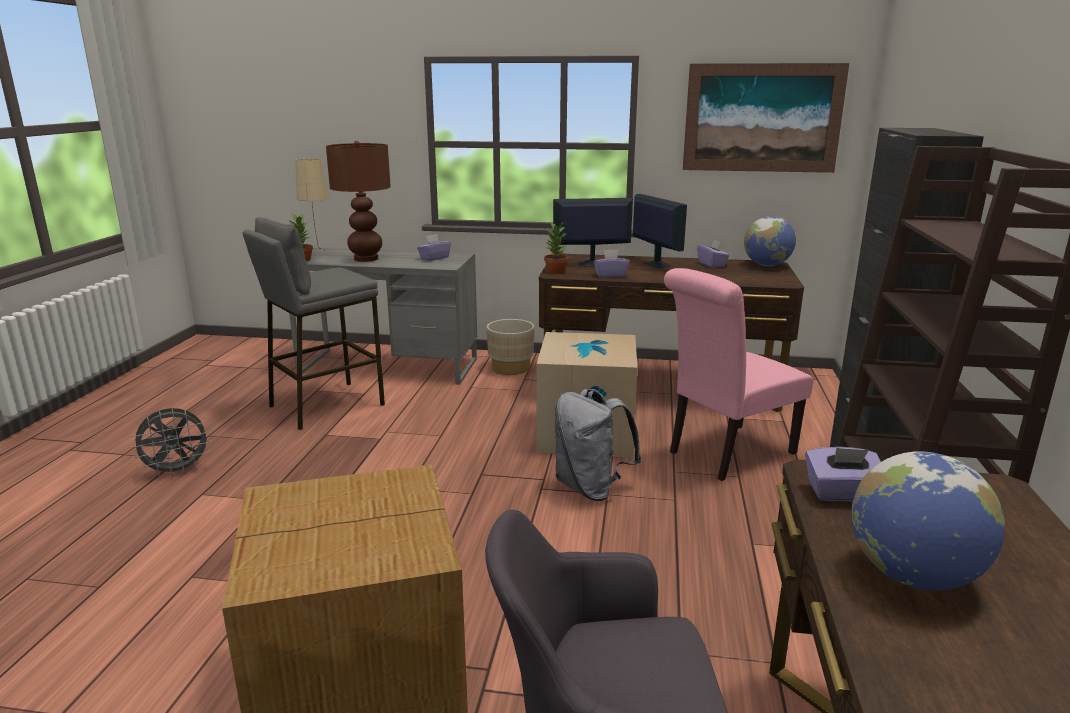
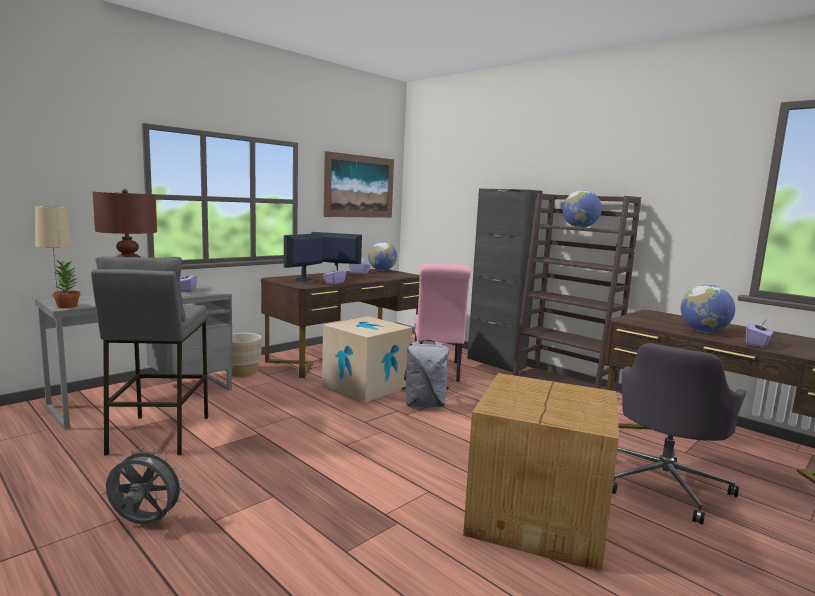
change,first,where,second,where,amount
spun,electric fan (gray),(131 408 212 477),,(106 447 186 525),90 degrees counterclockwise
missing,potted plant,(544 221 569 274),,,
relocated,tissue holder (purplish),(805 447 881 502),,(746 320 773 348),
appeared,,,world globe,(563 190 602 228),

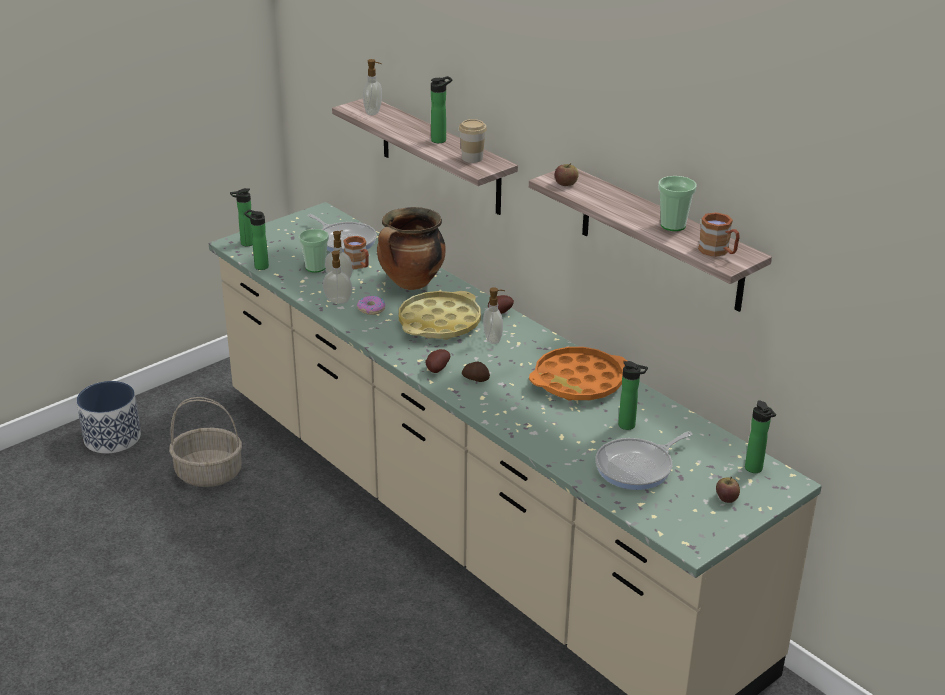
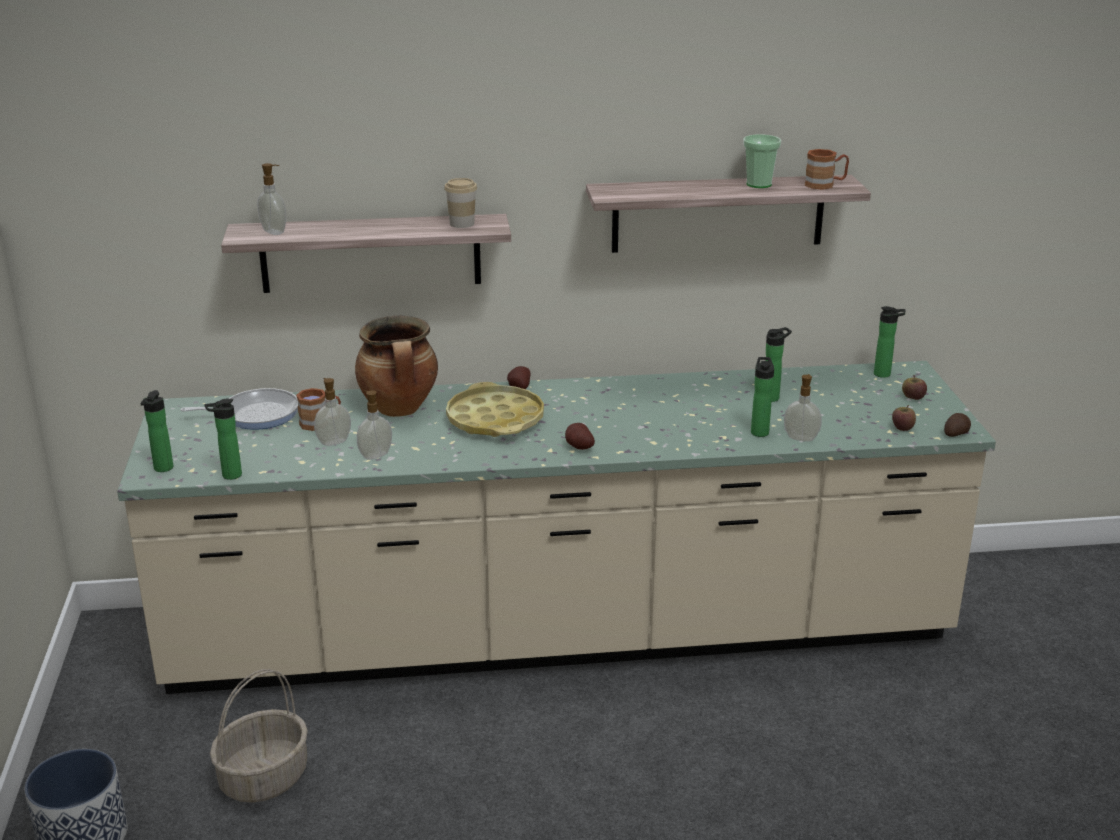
change,first,where,second,where,amount
missing,drinking cup,(299 229 329 273),,,
missing,doughnut,(357 296 385 315),,,
relocated,bottle,(431 76 452 143),,(751 357 774 437),
relocated,spud,(462 361 490 382),,(944 413 971 437),
relocated,liquid soap bottle,(483 287 505 344),,(784 374 822 442),
missing,serving tray (orange),(529 347 627 401),,,
relocated,apple,(555 163 579 186),,(892 405 916 431),
missing,pan,(596 431 692 490),,,

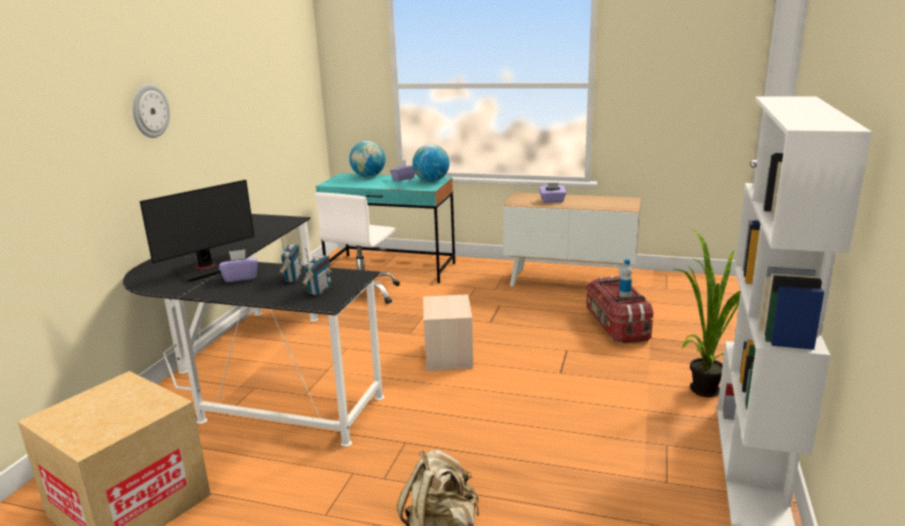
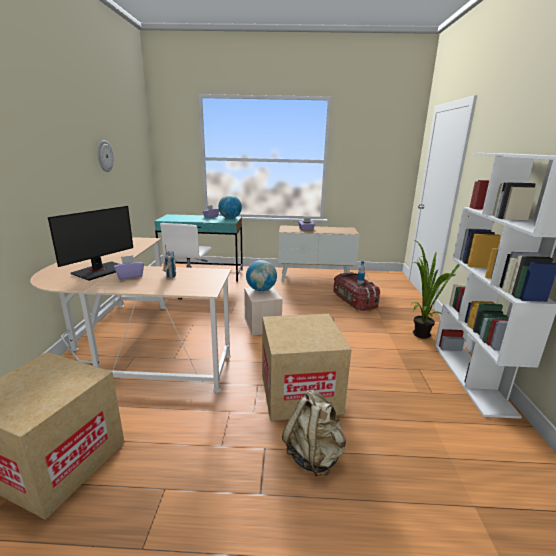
change,first,where,second,where,amount
colour,desk table (black-coloured),(123 214 384 447),desk table (sand-coloured),(30 237 231 393),
relocated,hanging clock,(133 84 170 138),,(98 140 114 172),
missing,radio set,(302 247 331 295),,,
relocated,world globe,(349 141 385 177),,(246 260 277 291),
appeared,,,carton,(262 314 352 421),

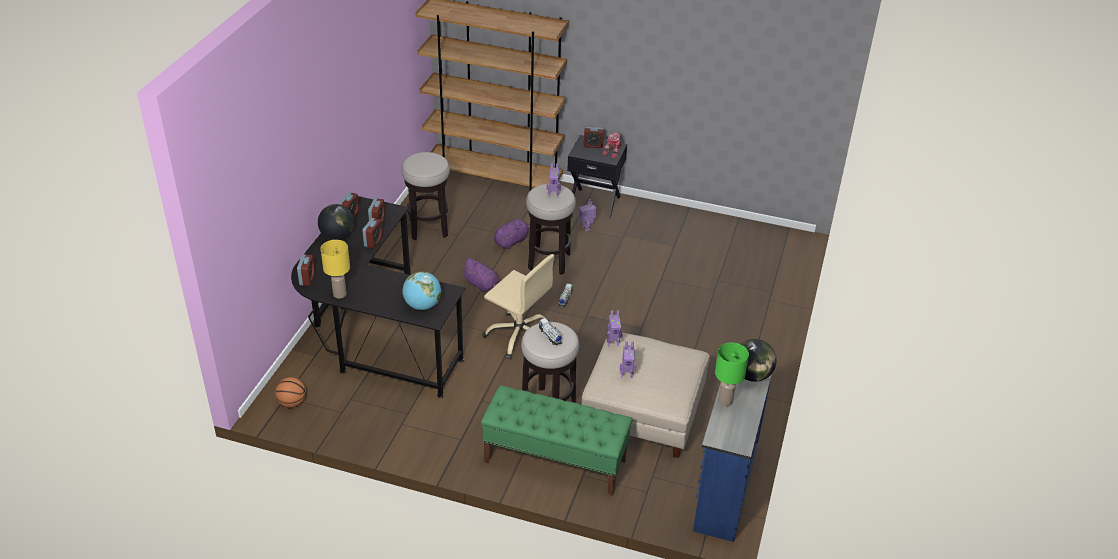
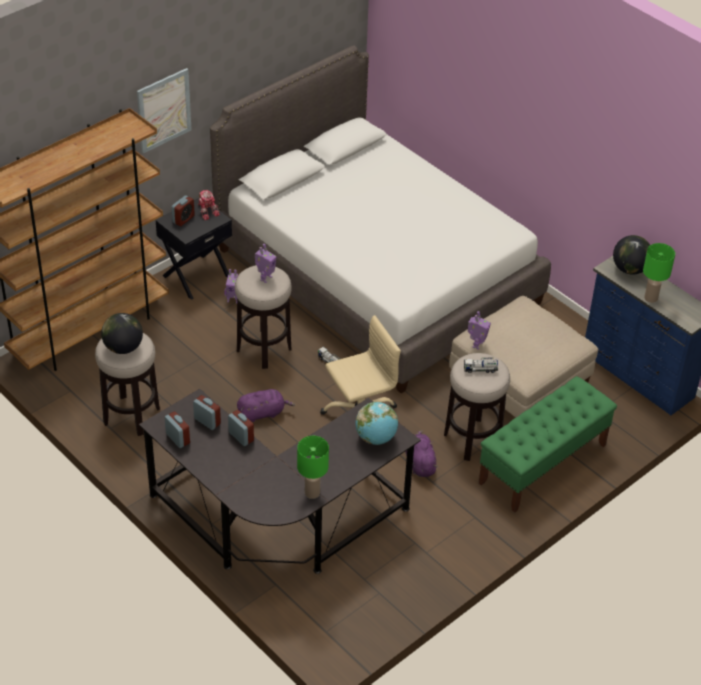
change,first,where,second,where,amount
missing,basketball,(275 377 306 408),,,
missing,bedside clock,(297 254 315 286),,,
relocated,world globe,(318 204 355 240),,(101 313 143 354),
colour,table lamp (yellowish),(321 240 350 298),table lamp (greenish),(297 436 329 499),
relocated,cuddly toy (purplish),(494 219 530 249),,(405 430 438 477),
missing,model robot,(620 341 636 378),,,
appeared,,,wall art,(137 68 192 153),
appeared,,,bed (white),(210 46 551 394),

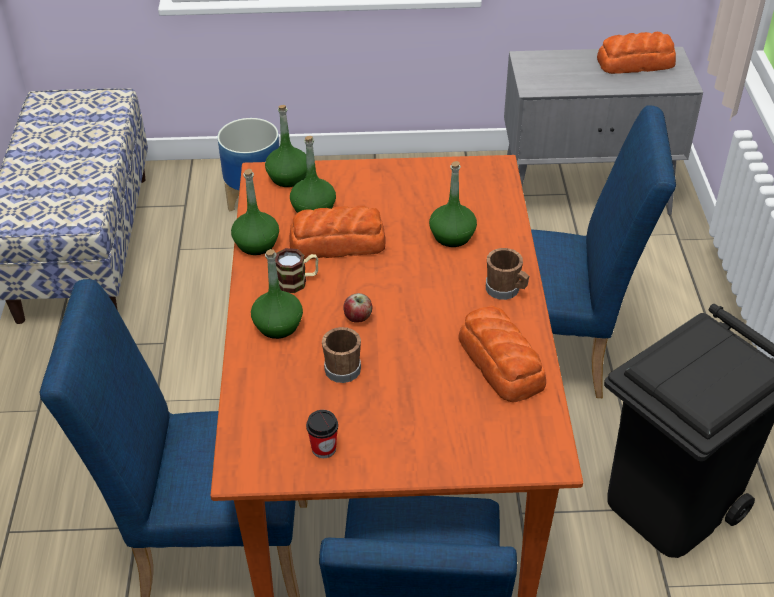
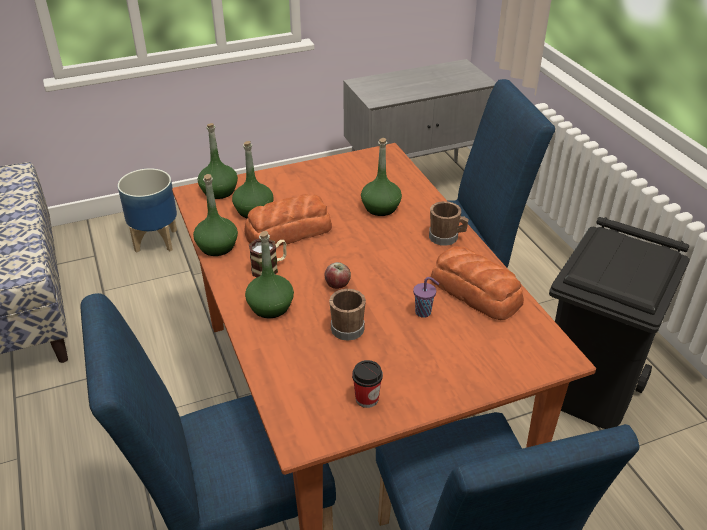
change,first,where,second,where,amount
missing,bread,(597 32 676 74),,,
appeared,,,drinking cup (purplish),(413 277 439 318),

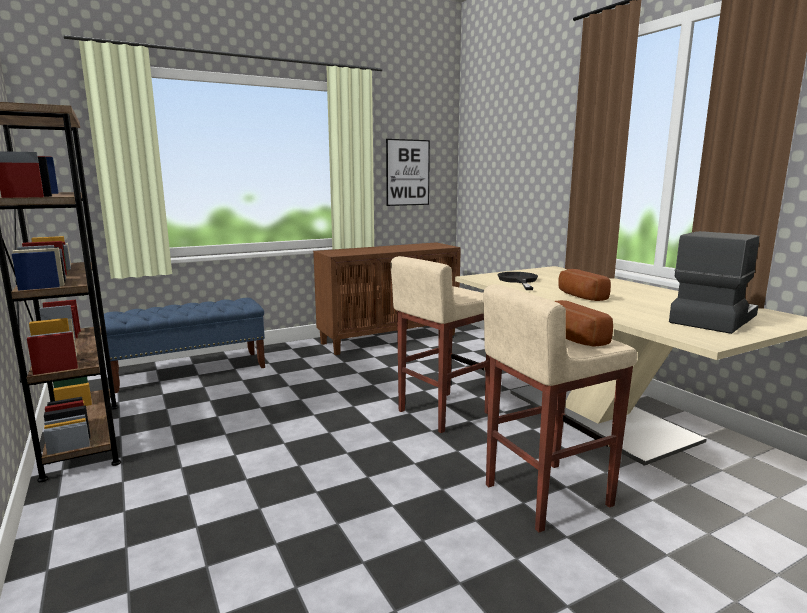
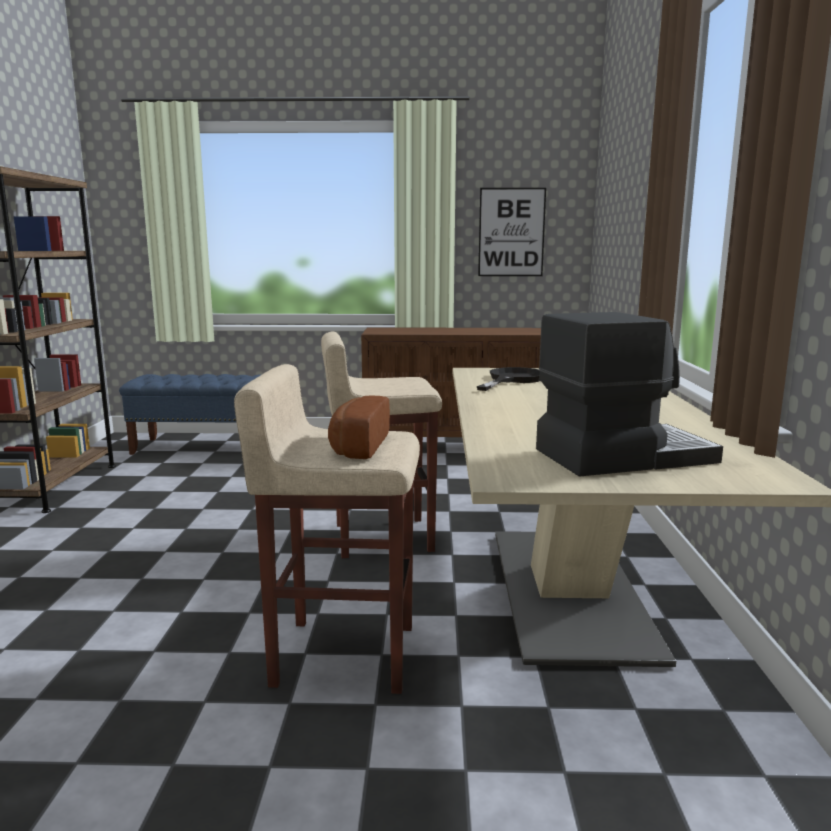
change,first,where,second,where,amount
missing,bread,(558 269 611 301),,,

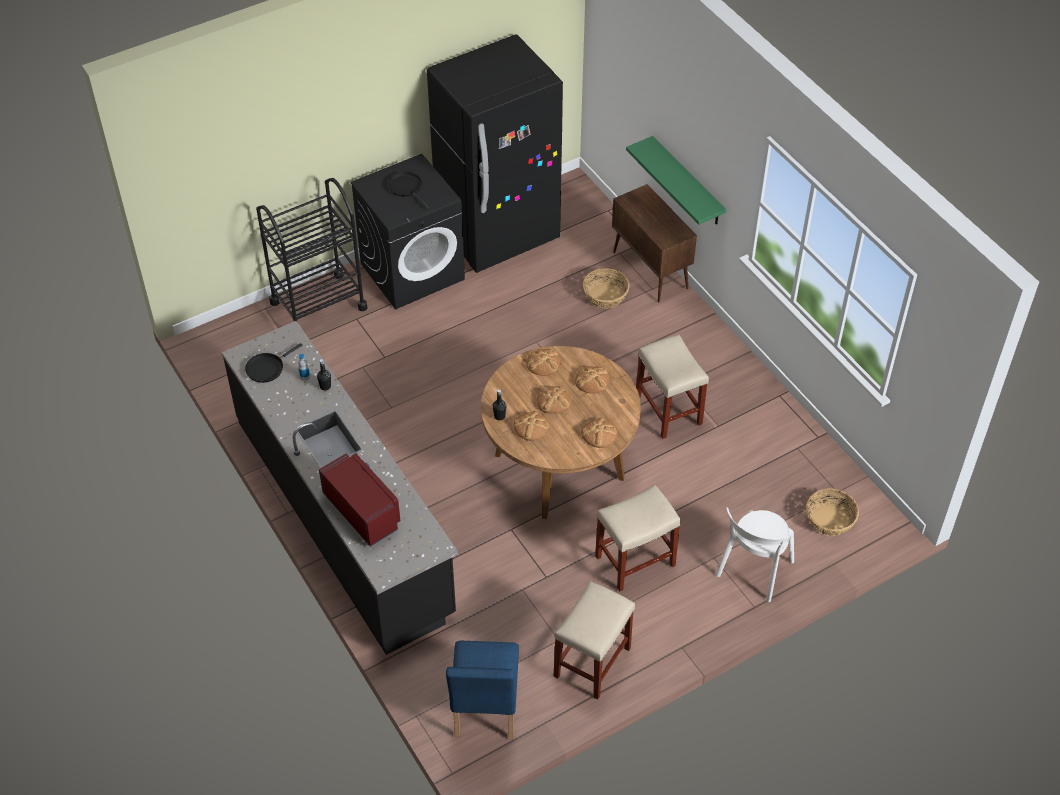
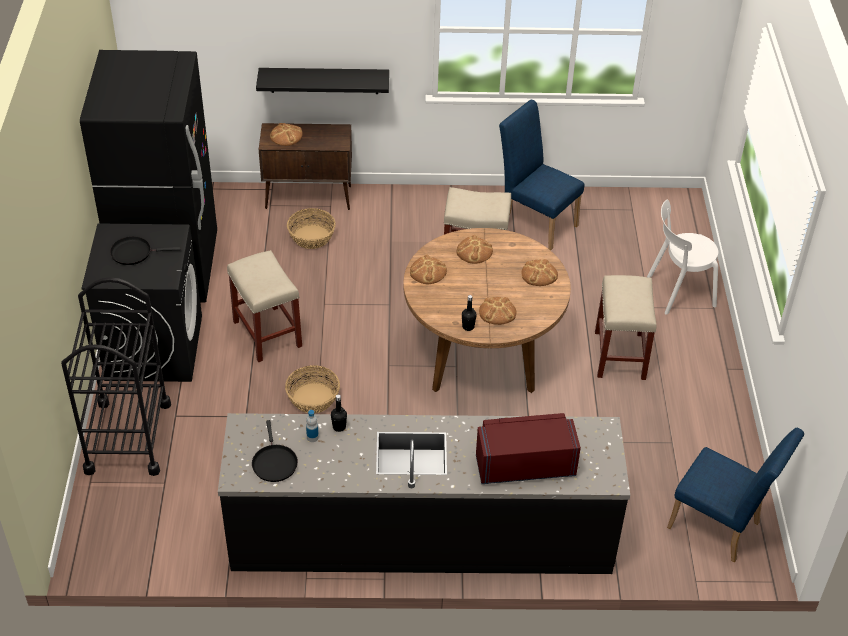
change,first,where,second,where,amount
relocated,bread,(536 386 571 414),,(270 123 303 146),
relocated,stool seat (sand-coloured),(553 581 635 699),,(227 250 302 362),
colour,bracket shelf (greenish),(626 136 726 225),bracket shelf (black-coloured),(256 68 389 94),
spun,chair (white),(716 507 794 602),,(647 200 718 315),105 degrees clockwise
relocated,storage basket,(806 488 859 536),,(285 365 340 413),
appeared,,,chair (bluish),(499 100 584 250),

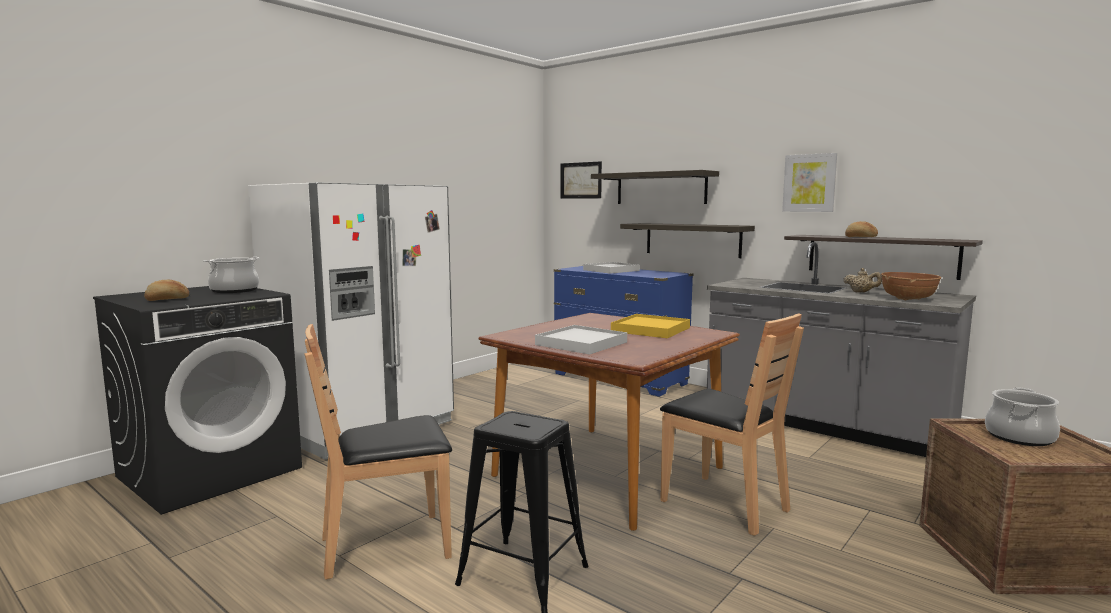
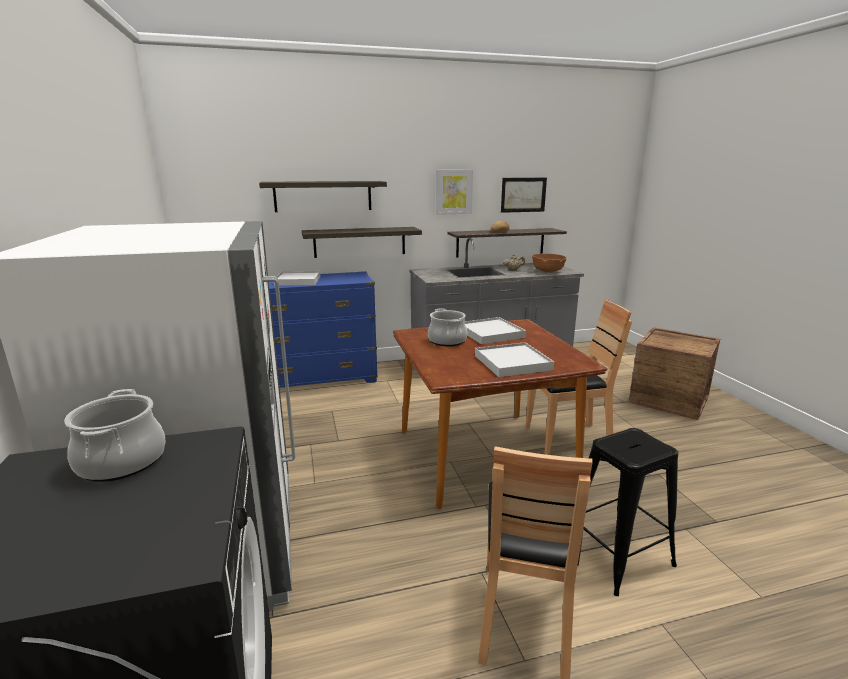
change,first,where,second,where,amount
missing,bread,(144 280 189 301),,,
relocated,wall art,(560 161 602 199),,(501 178 547 213),
colour,serving tray (yellowish),(611 314 690 338),serving tray (white),(465 317 526 344),
relocated,cooking pot,(985 387 1060 446),,(428 308 467 346),

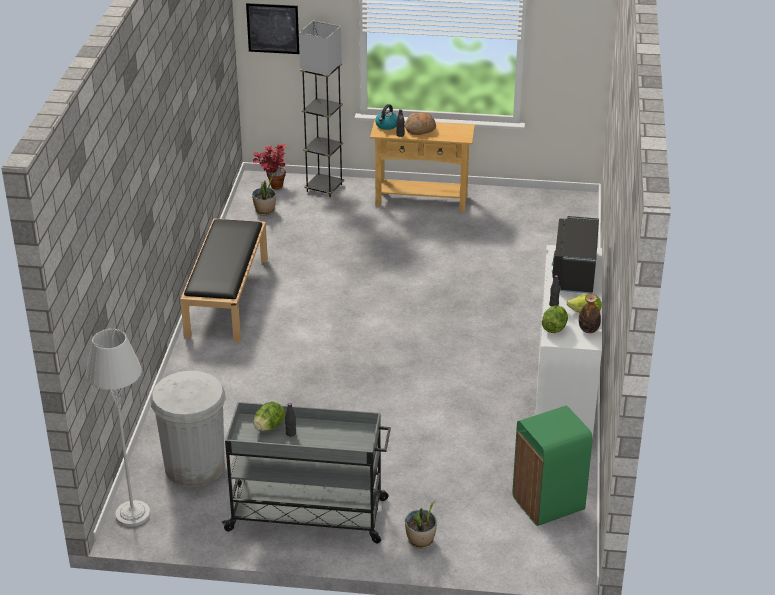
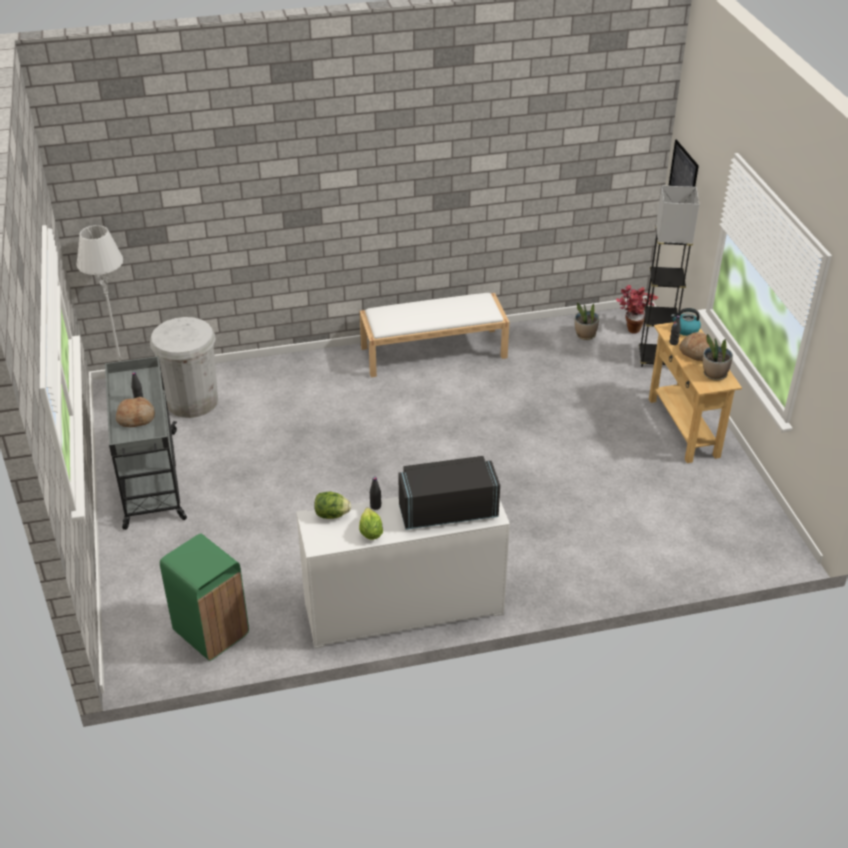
change,first,where,second,where,amount
colour,indoor bench (black-coloured),(180 218 268 342),indoor bench (white),(359 293 510 377),
missing,lettuce head,(254 402 285 431),,,
relocated,potted plant,(405 501 437 549),,(703 334 733 381),
missing,bottle,(579 294 601 333),,,
appeared,,,bread,(116 397 155 427),

